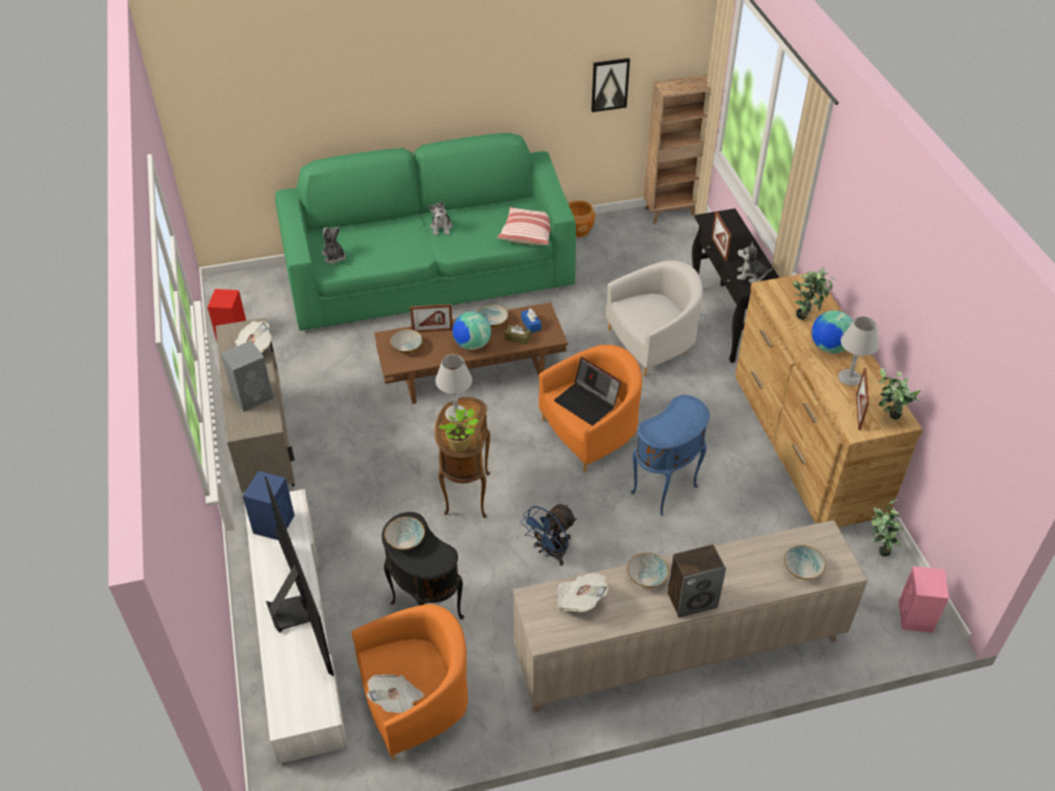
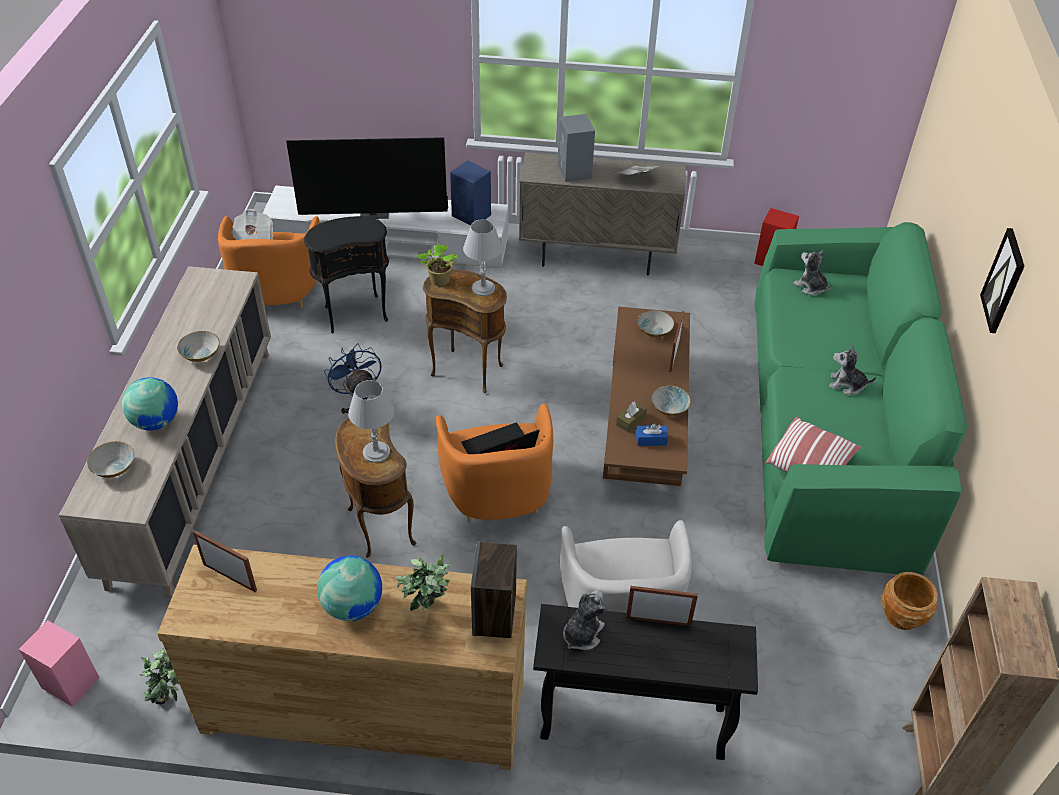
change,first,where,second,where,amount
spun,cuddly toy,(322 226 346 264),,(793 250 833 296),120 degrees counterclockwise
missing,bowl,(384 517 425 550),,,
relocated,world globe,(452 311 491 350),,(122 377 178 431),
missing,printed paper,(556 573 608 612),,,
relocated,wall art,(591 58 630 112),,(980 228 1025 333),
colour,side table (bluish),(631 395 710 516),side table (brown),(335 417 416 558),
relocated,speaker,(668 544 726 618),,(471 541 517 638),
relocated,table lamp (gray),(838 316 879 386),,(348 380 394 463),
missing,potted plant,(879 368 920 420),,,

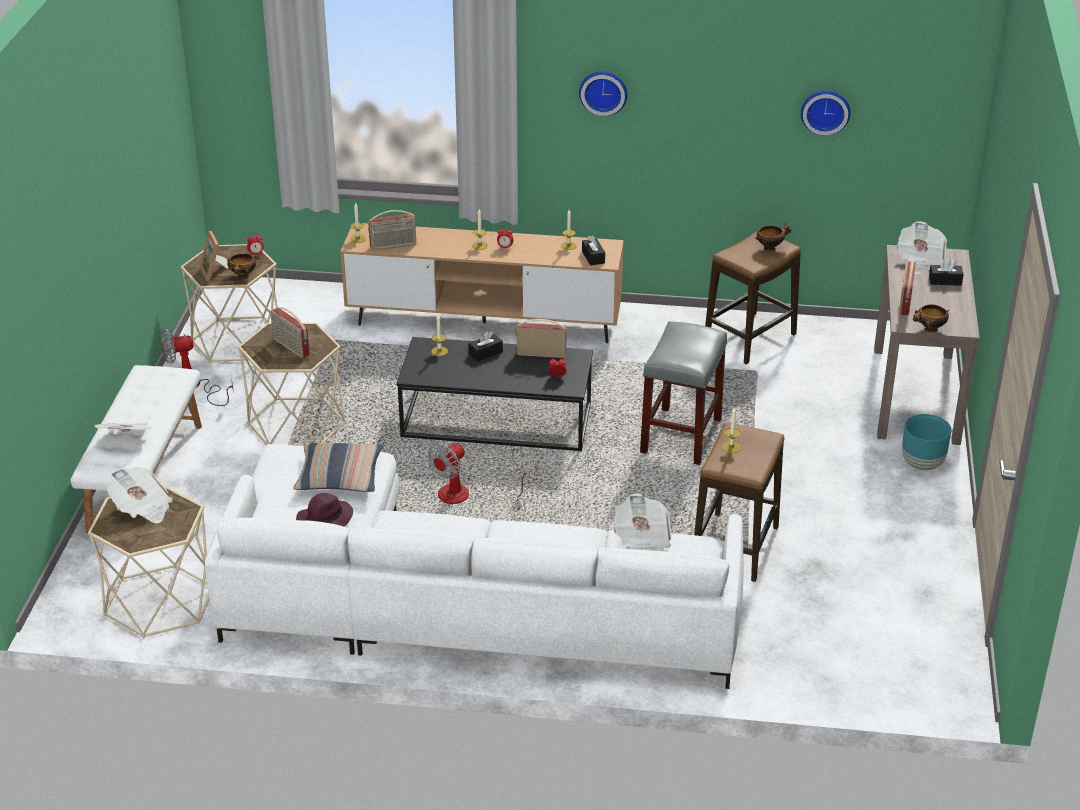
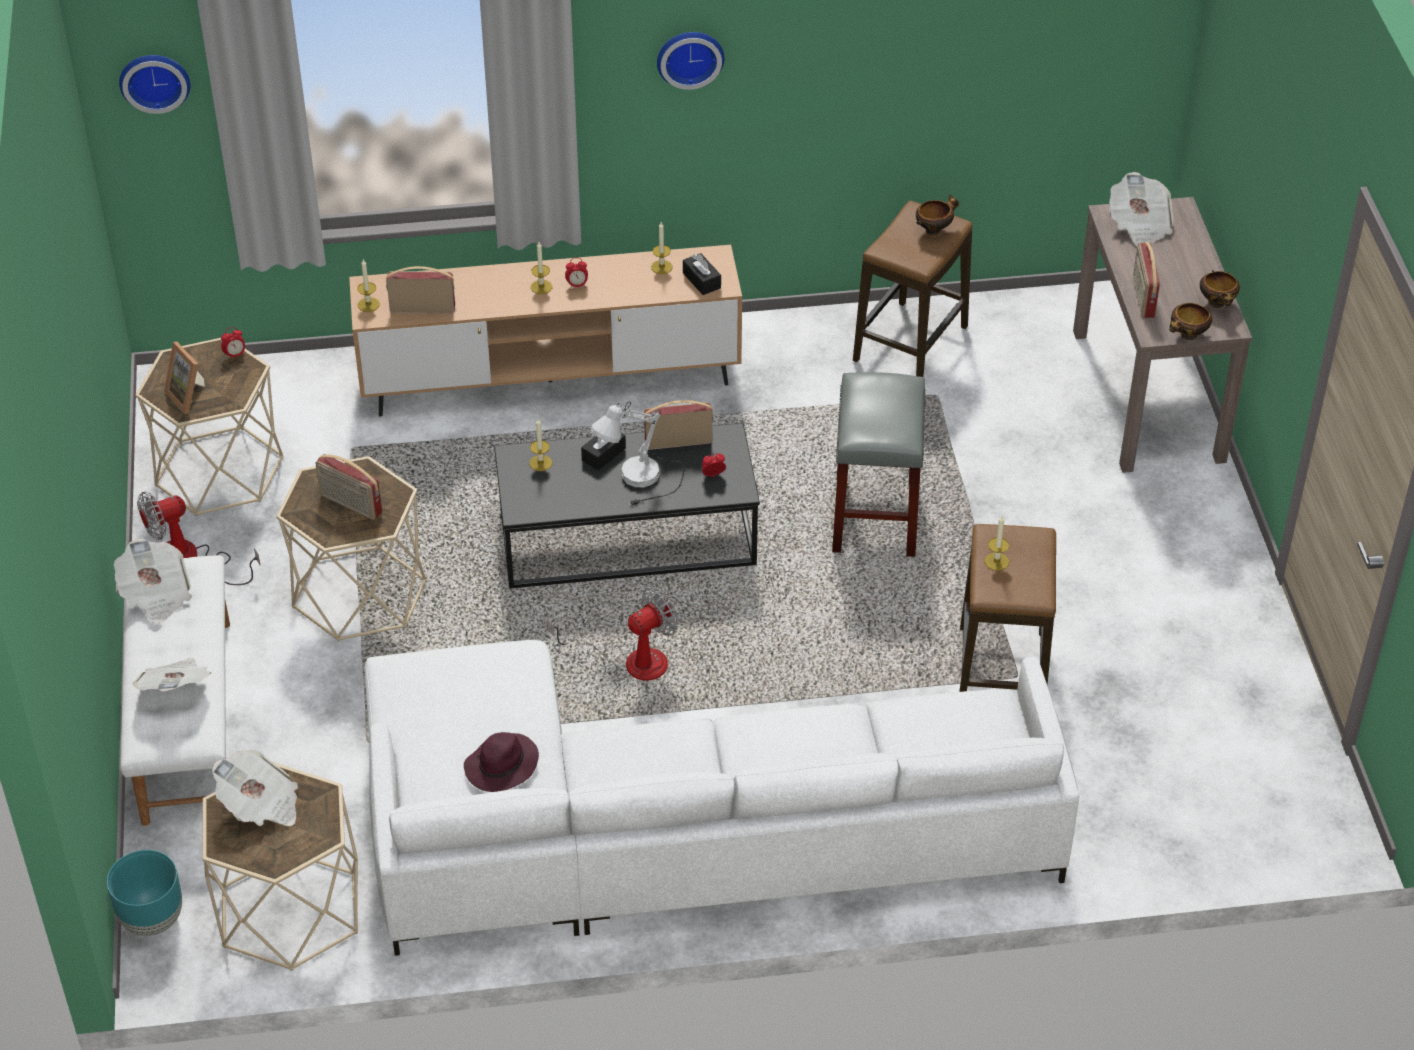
change,first,where,second,where,amount
relocated,bowl,(227 254 256 279),,(1200 270 1240 308),
missing,cushion,(293 442 384 492),,,
spun,radio set,(368 210 416 250),,(386 266 455 313),150 degrees counterclockwise
spun,electric fan,(428 443 529 504),,(547 588 679 681),150 degrees counterclockwise
relocated,printed paper,(614 493 672 551),,(114 538 192 624),
relocated,hanging clock,(801 91 851 136),,(119 55 190 114),
relocated,flower pot (blue-green),(902 414 952 471),,(107 850 182 936),
missing,tissue holder (black-coloured),(929 257 964 286),,,
appeared,,,table lamp (white),(590 402 685 506),

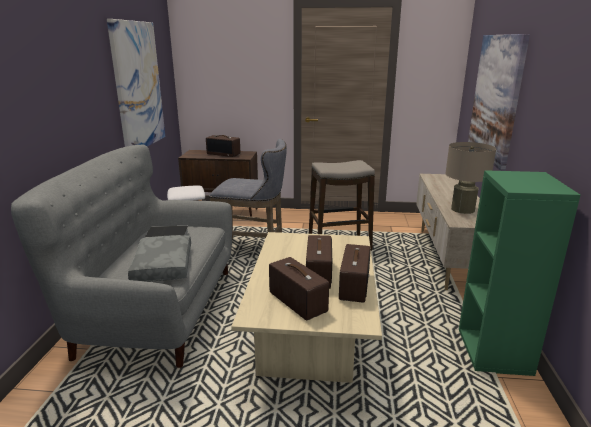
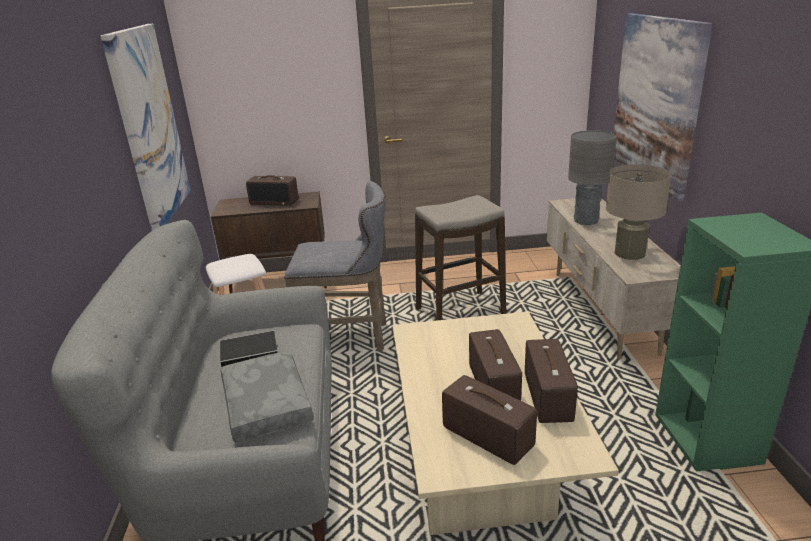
change,first,where,second,where,amount
appeared,,,table lamp (gray),(568 130 617 225),

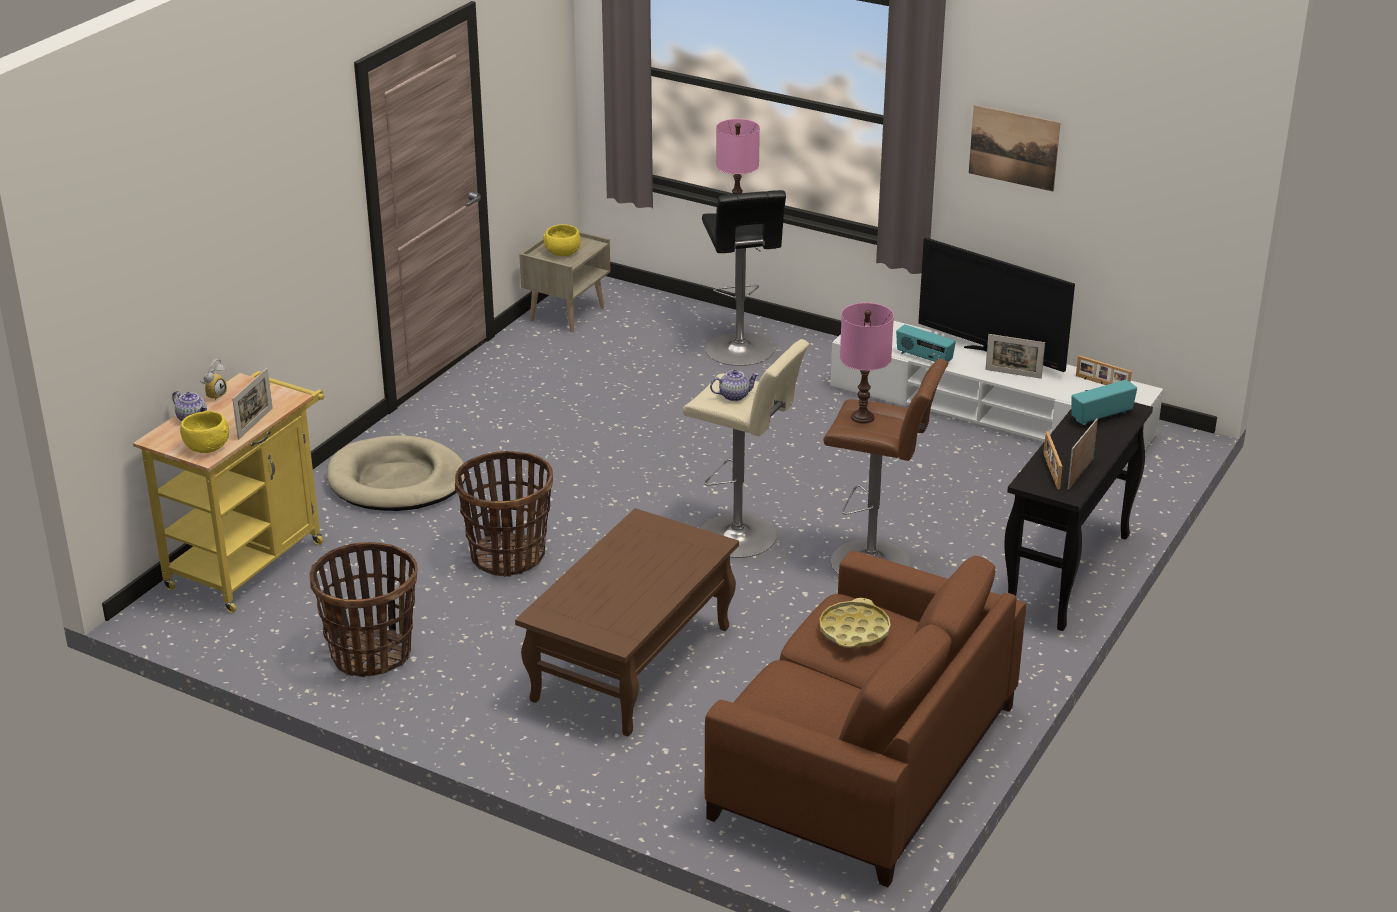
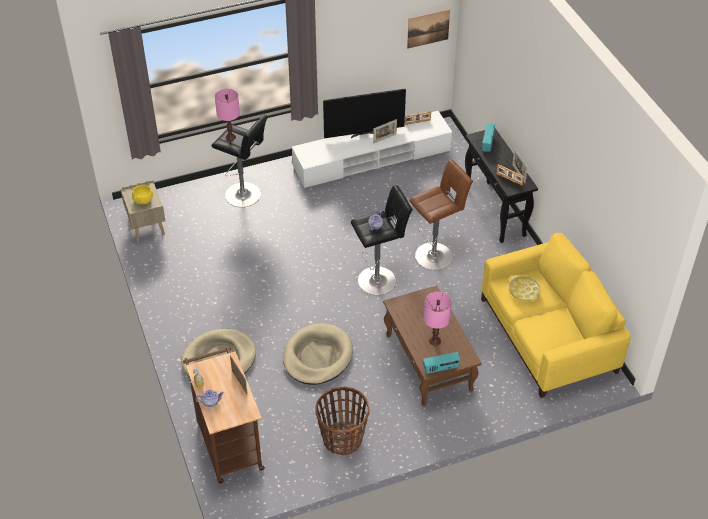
change,first,where,second,where,amount
colour,wheeled cart (yellowish),(133 371 324 613),wheeled cart (brown),(183 346 265 484),
missing,bowl (yellowish),(180 411 229 453),,,
exchanged,storage basket,(455 451 553 577),pet bed (sand-coloured),(283 323 353 385),
colour,stool seat (sand-coloured),(683 339 809 558),stool seat (black-coloured),(351 185 413 295),
colour,sofa (brown),(705 551 1026 887),sofa (yellowish),(481 233 631 398),
relocated,table lamp (pinkish),(840 303 894 424),,(424 292 452 346),
relocated,radio set,(896 324 956 362),,(423 352 460 374),
relocated,wall art,(969 105 1061 191),,(407 9 450 49),

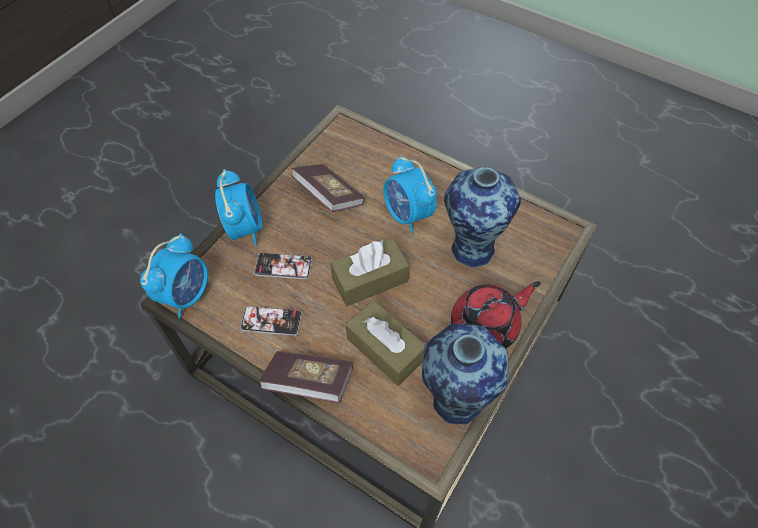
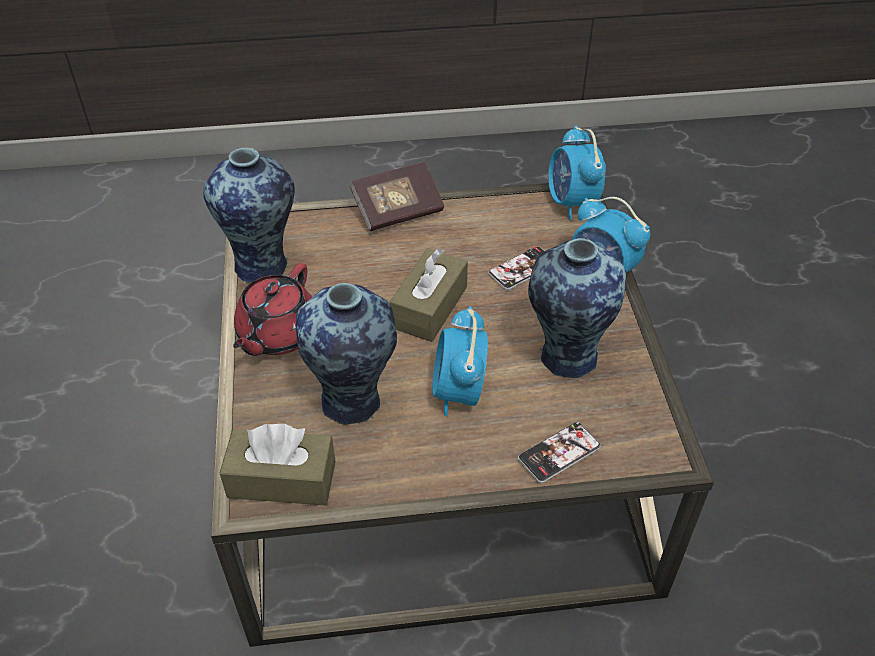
change,first,where,second,where,amount
relocated,phone,(240 306 302 336),,(518 422 601 483),
exchanged,bound book,(291 164 365 212),decorative vase,(528 238 626 378),
relocated,tissue holder (brown),(345 300 425 386),,(220 424 336 506),
spun,bedside clock,(383 156 437 233),,(433 306 488 416),105 degrees counterclockwise

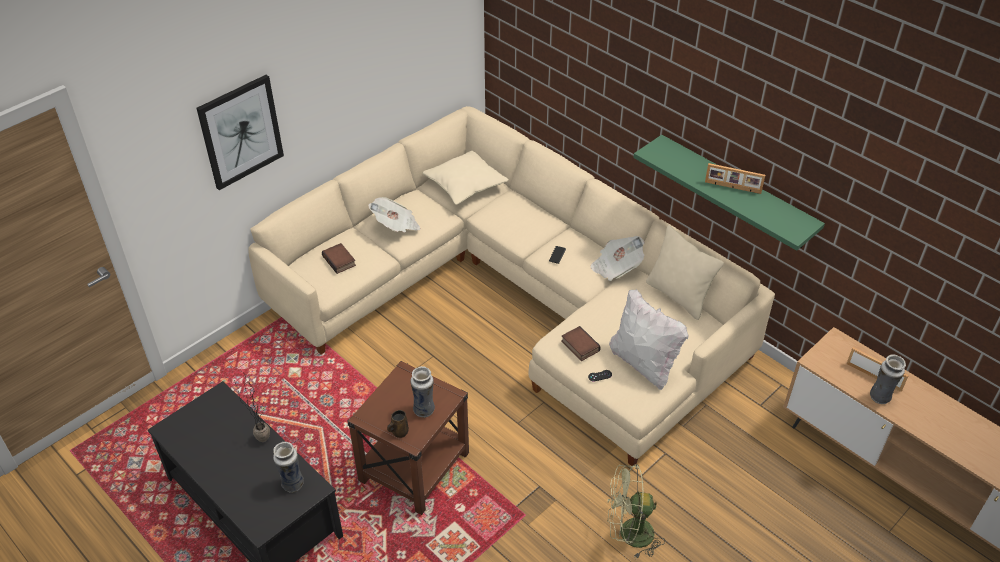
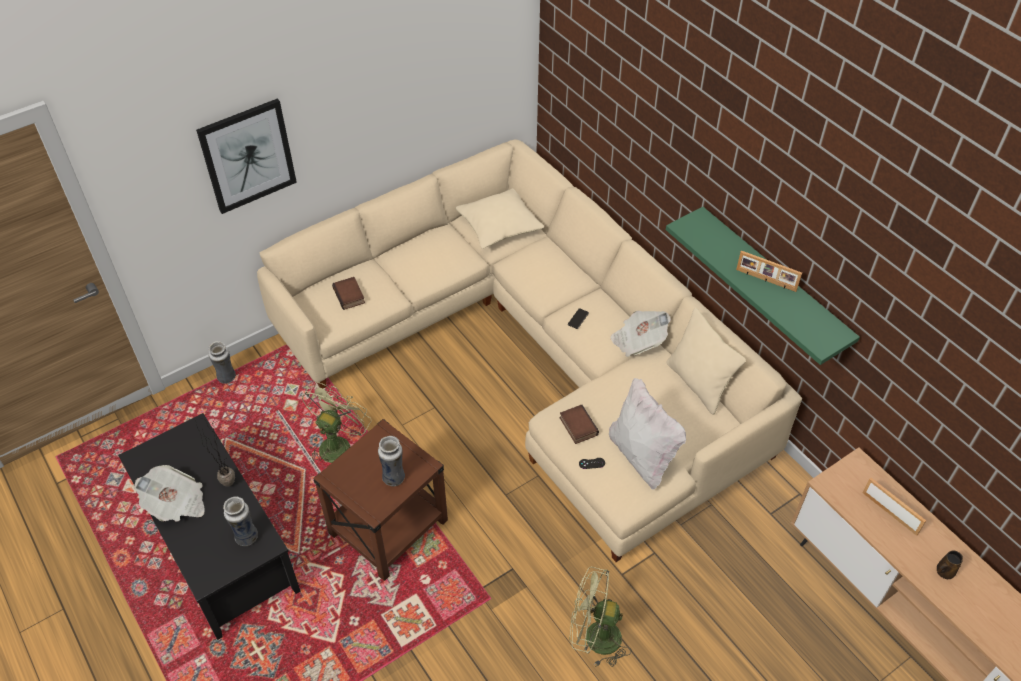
change,first,where,second,where,amount
relocated,printed paper,(368 197 421 232),,(134 465 205 522),
relocated,mug (brown),(387 410 409 438),,(937 551 963 579),
relocated,decorative vase,(870 355 906 404),,(209 341 236 384),
appeared,,,electric fan (greenish),(302 382 371 463),

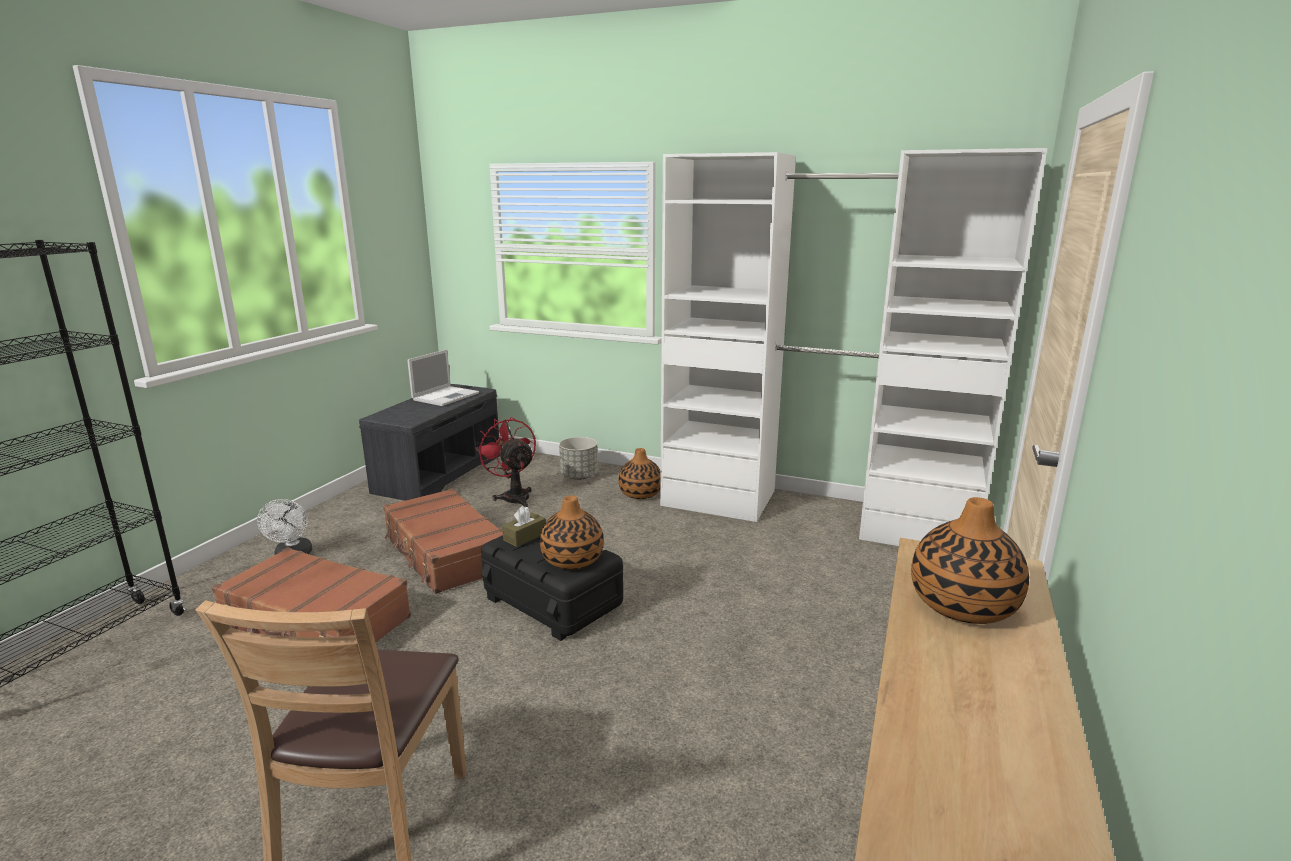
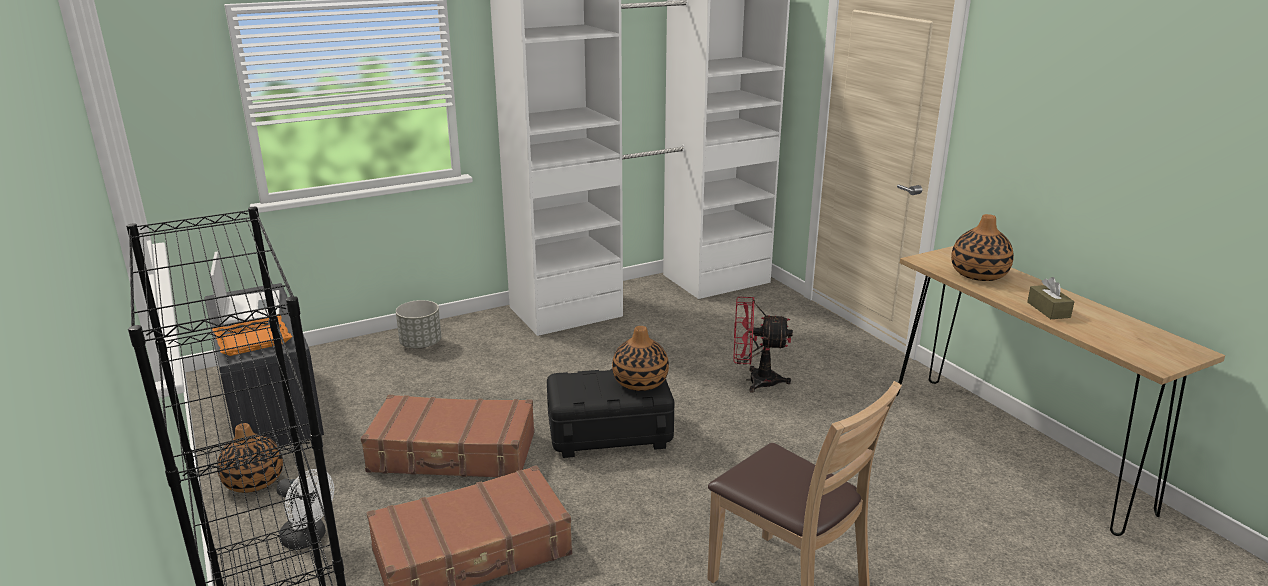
change,first,where,second,where,amount
relocated,electric fan (reddish),(475 417 536 507),,(733 297 793 393),
relocated,tissue holder (brown),(502 506 546 547),,(1027 277 1075 319),
relocated,decorative vase,(618 448 661 499),,(217 423 283 493),
appeared,,,serving tray (orange),(212 314 292 356),

